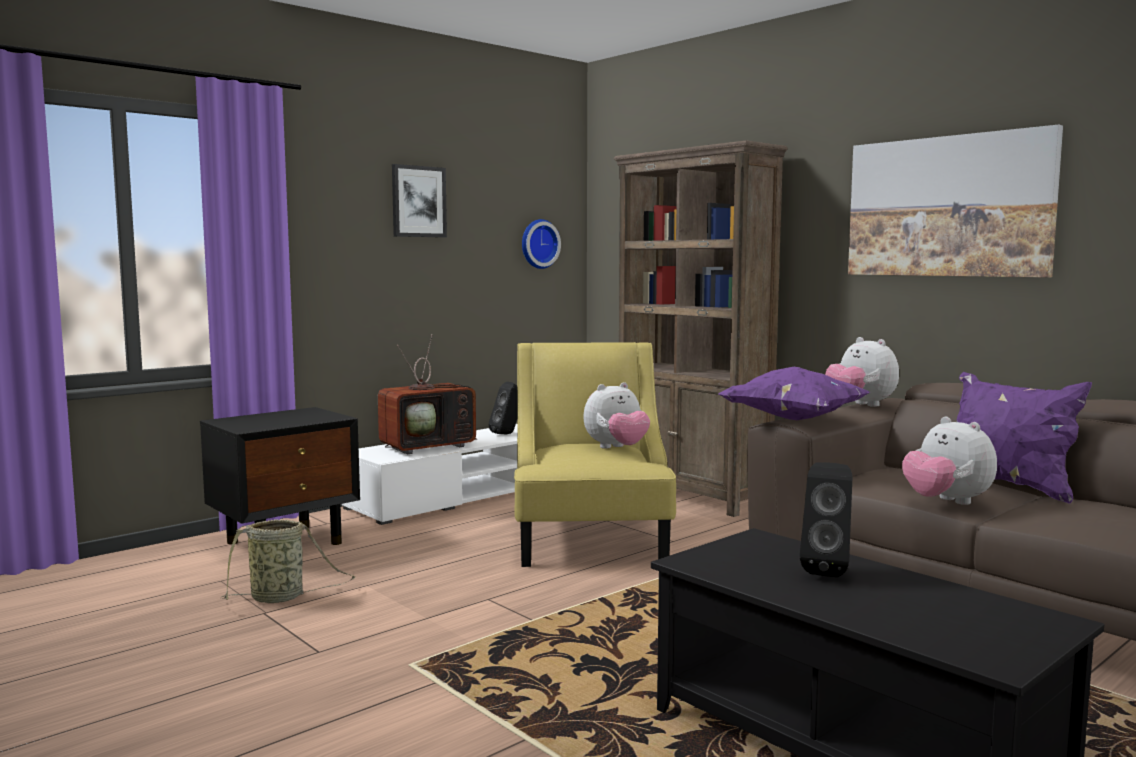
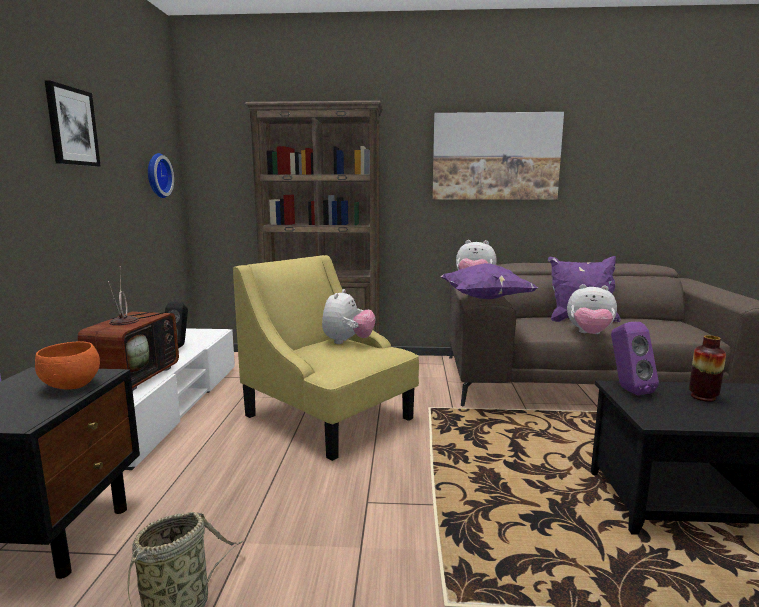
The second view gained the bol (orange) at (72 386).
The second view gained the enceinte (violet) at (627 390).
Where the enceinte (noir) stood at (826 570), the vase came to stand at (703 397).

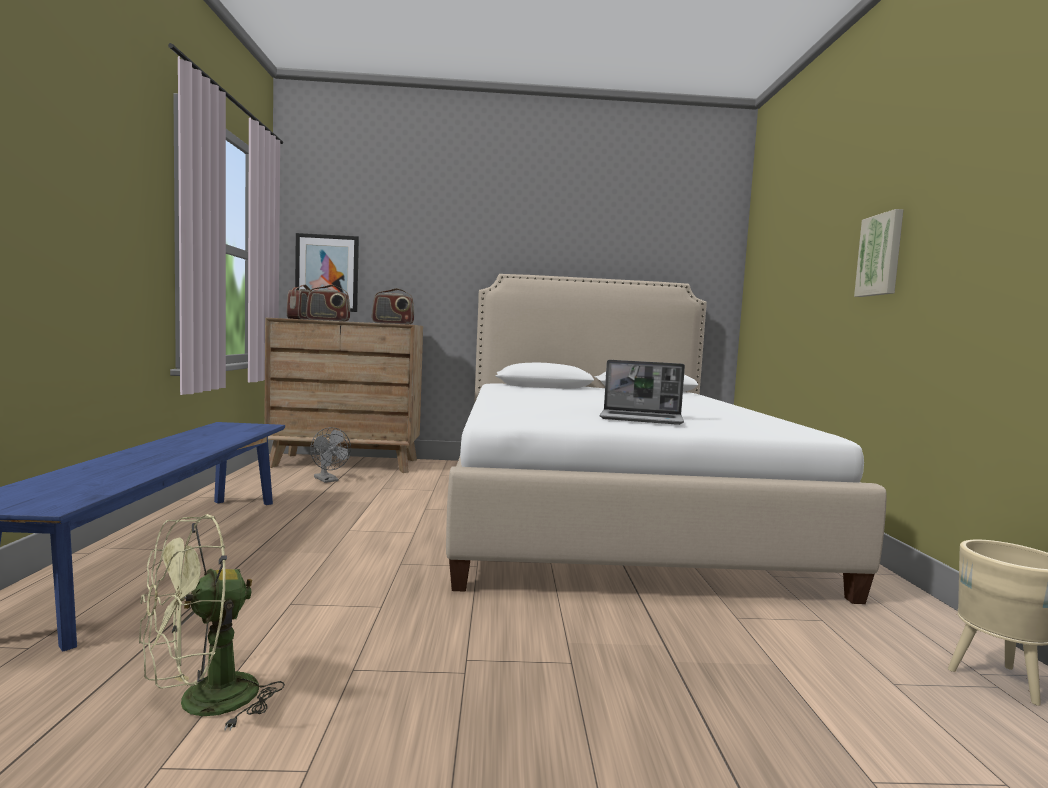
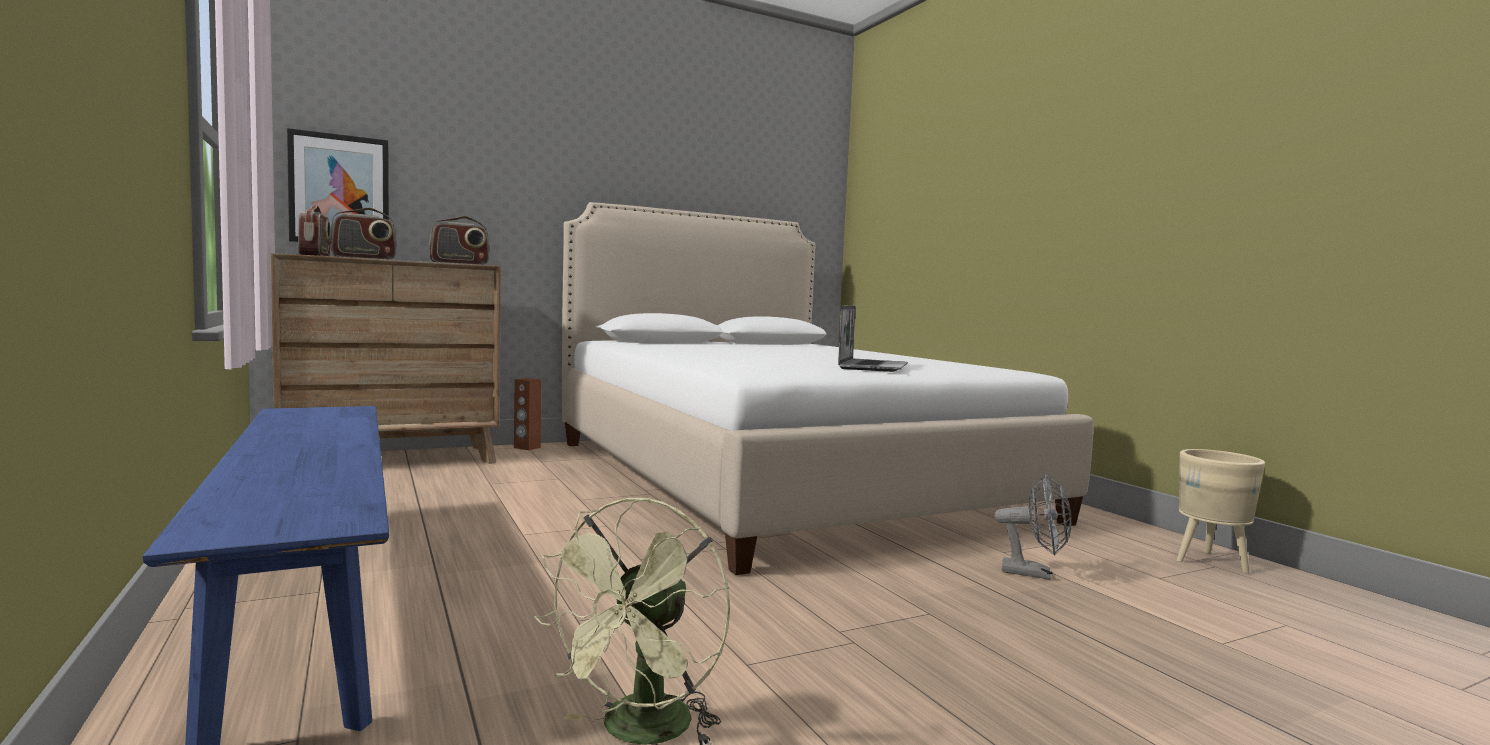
The second view gained the enceinte (marron) at (527 447).
The ordinateur portable at (642 419) ended up facing another way, 60 degrees counterclockwise from before.
The ventilateur (gris) ended up elsewhere, having gone from (328 480) to (1034 573).
The second view lost the tableau at (881 255).

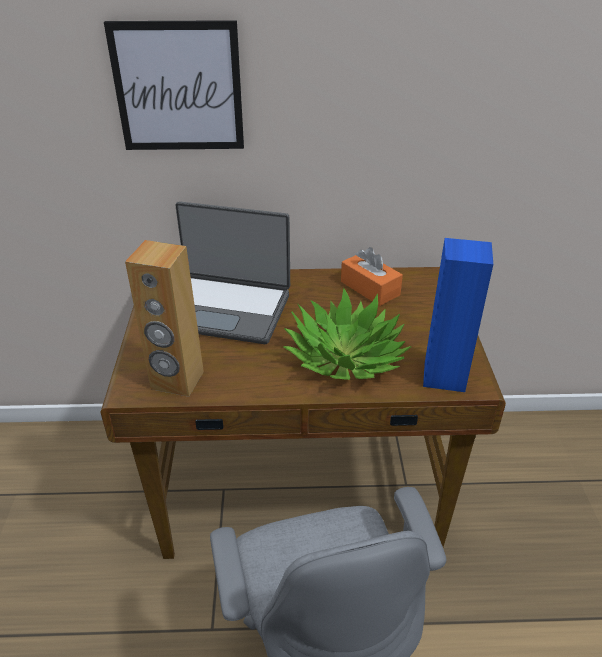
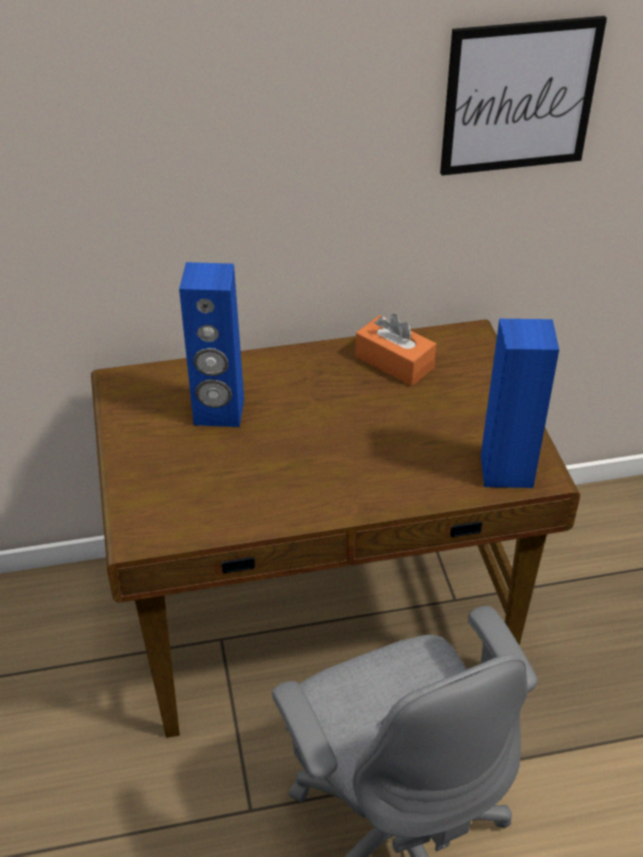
Where the ordinateur portable stood at (225 309), the enceinte (bleu) came to stand at (219 412).
The tableau ended up elsewhere, having gone from (178 88) to (519 97).
The second view lost the enceinte (marron) at (177 381).
The second view lost the plante en pot at (345 357).

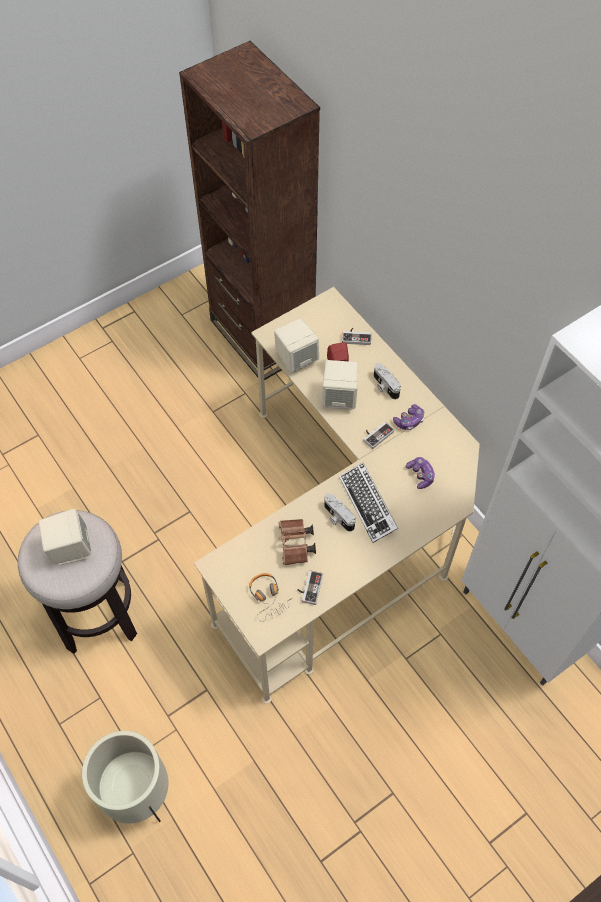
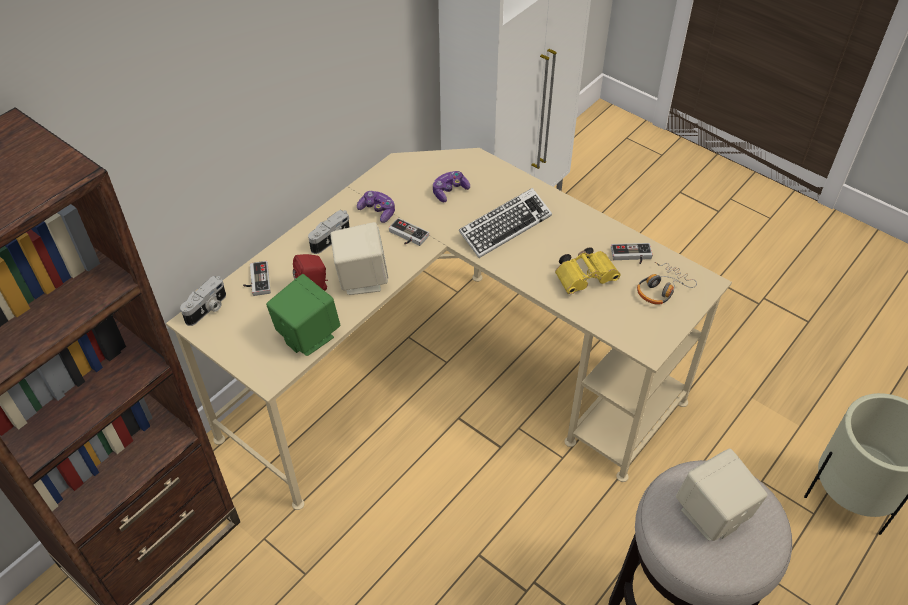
The appareil photo ended up elsewhere, having gone from (337 517) to (208 309).
What was the enceinte (beige) at (296 359) turned into the enceinte (vert) at (307 336).
What was the jumelles (marron) at (296 546) turned into the jumelles (jaune) at (586 278).

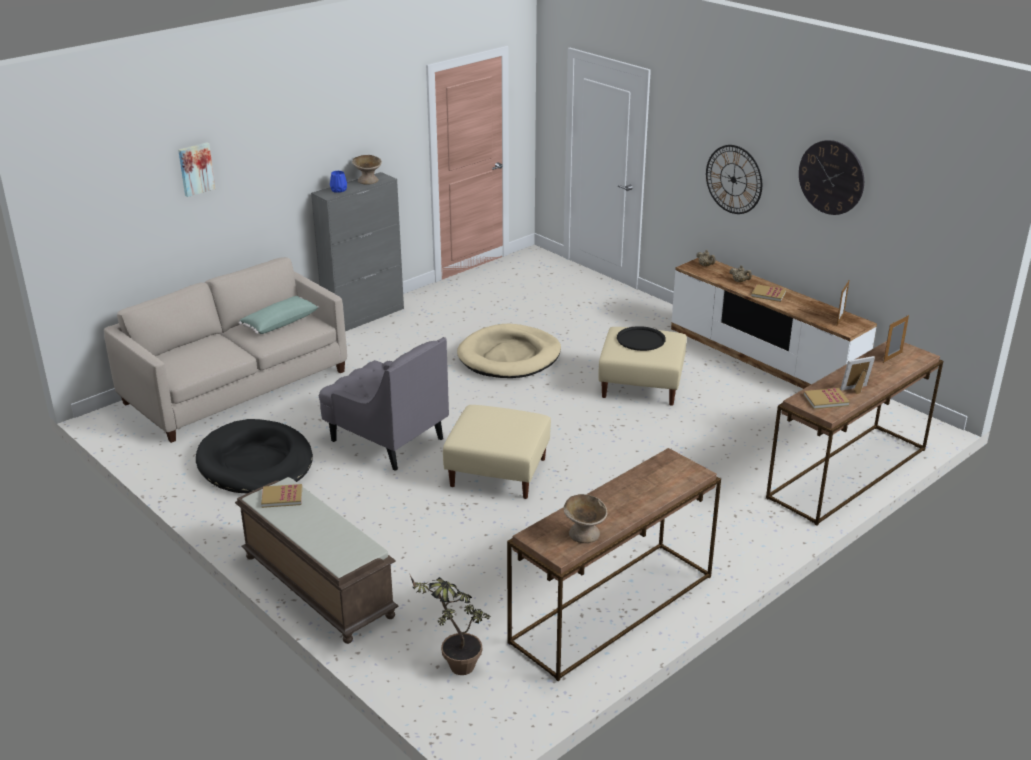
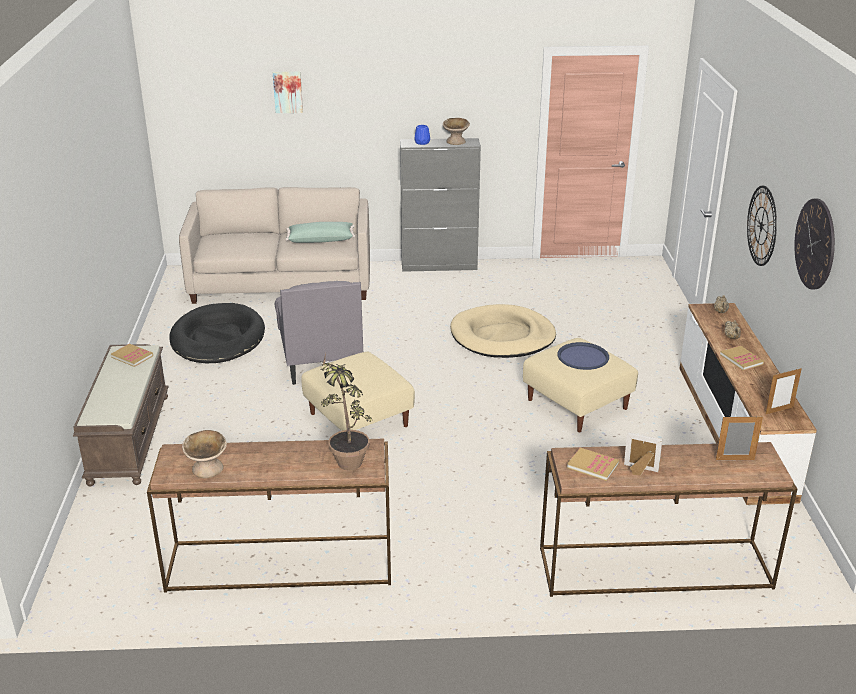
The plante en pot ended up elsewhere, having gone from (453 664) to (346 458).
What was the plateau (noir) at (641 339) turned into the plateau (bleu) at (583 357).

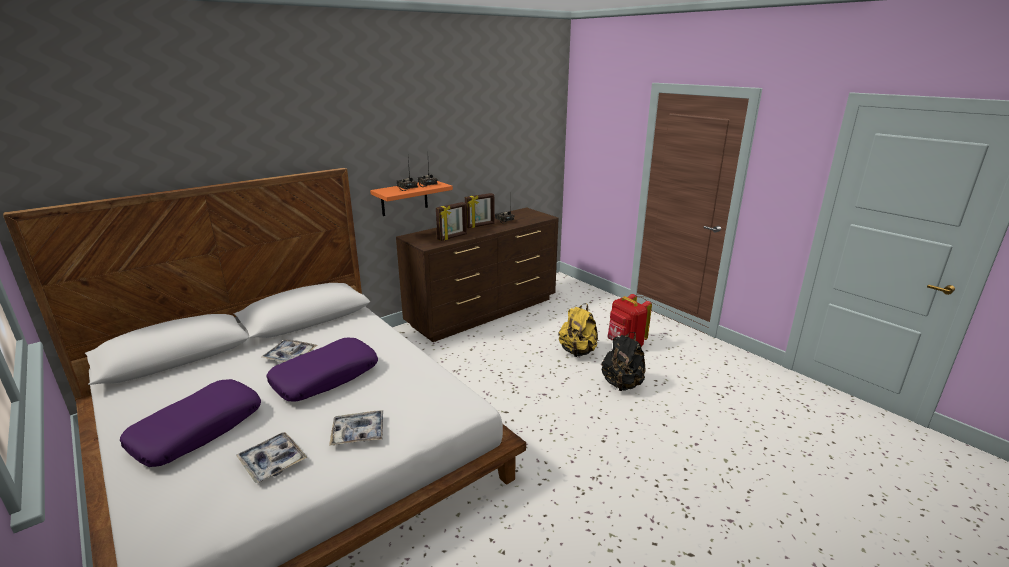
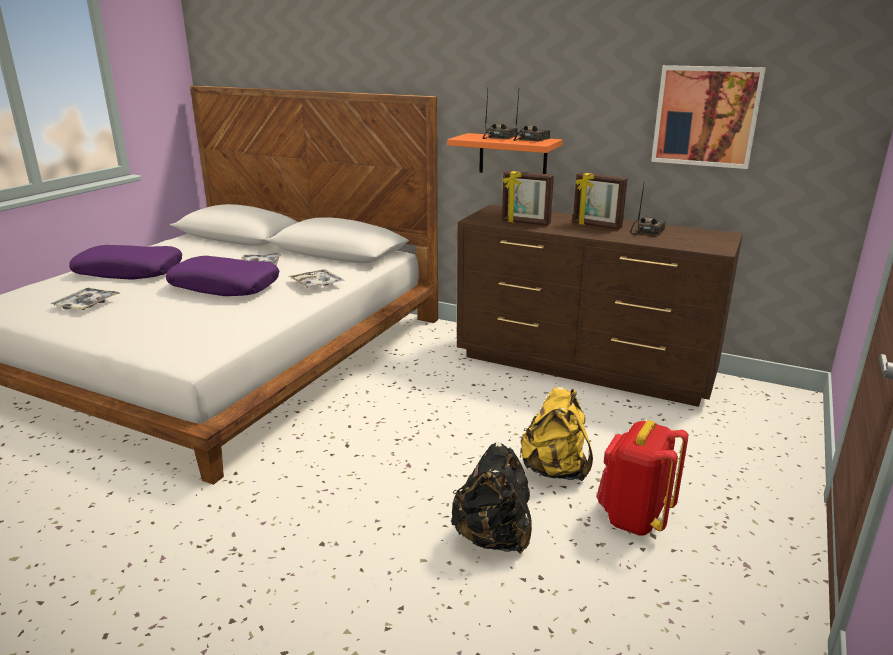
The plateau ended up elsewhere, having gone from (358 433) to (316 284).
The second view gained the tableau at (706 116).

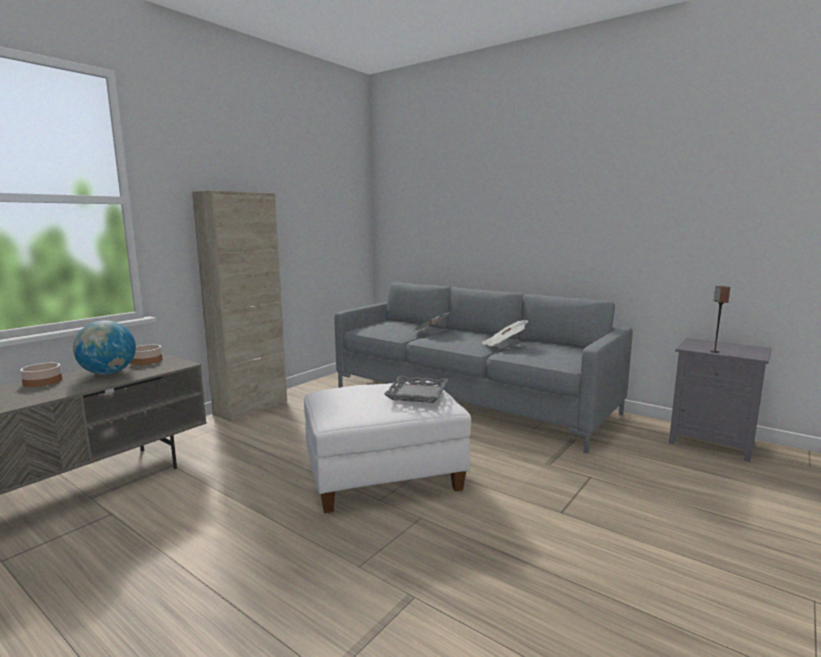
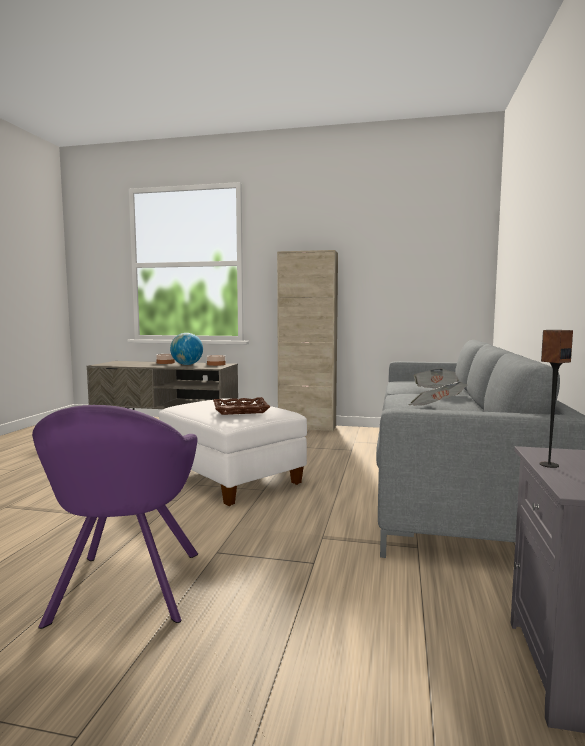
The second view gained the fauteuil (violet) at (125 591).
What was the plateau (gris) at (416 393) turned into the plateau (marron) at (240 410).

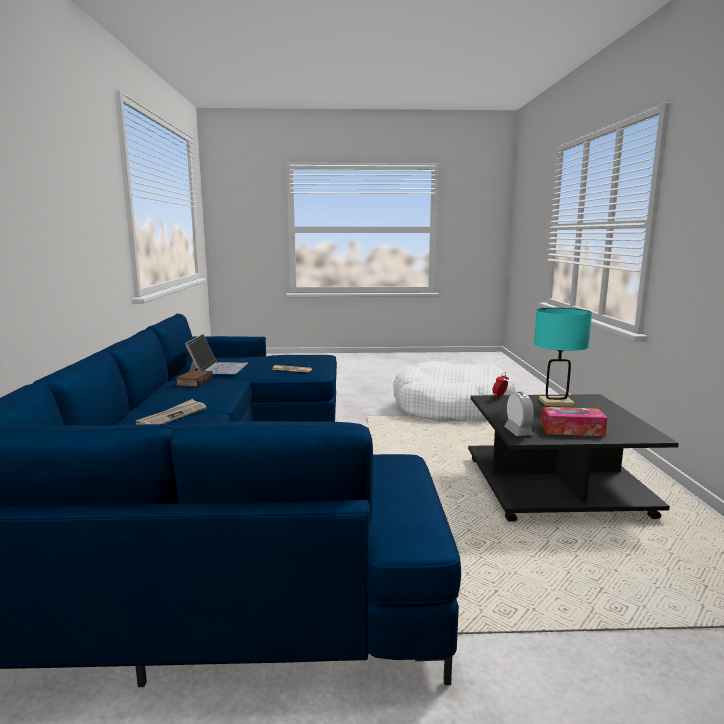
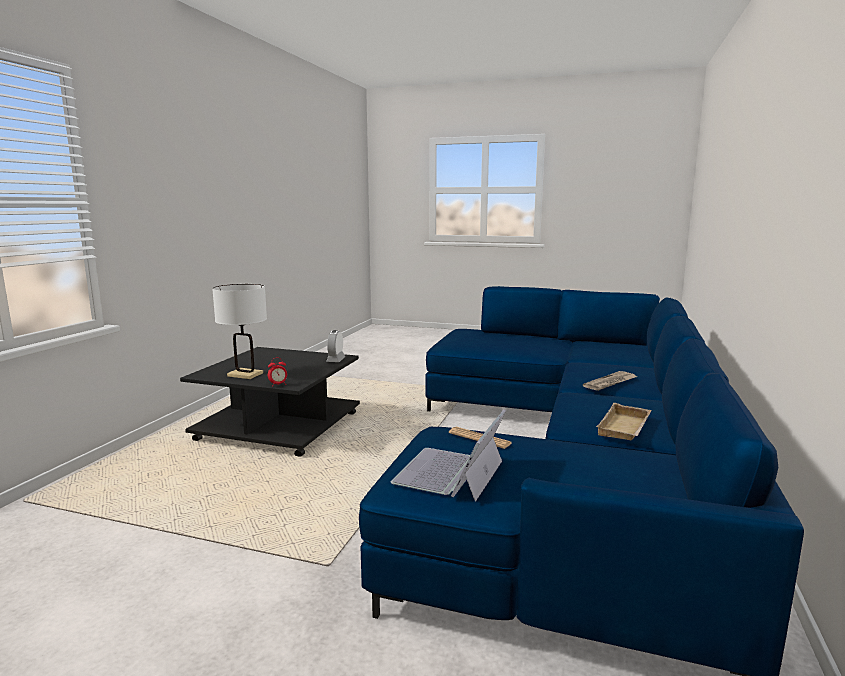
What was the lampe de table (turquoise) at (556 402) turned into the lampe de table (blanc) at (245 374).
The ordinateur portable ended up elsewhere, having gone from (218 368) to (450 473).
Where the livre stood at (194 382), the plateau (beige) came to stand at (625 428).
The second view lost the panier pour chien (blanc) at (452 407).
The second view lost the boîte à mouchoirs at (572 430).

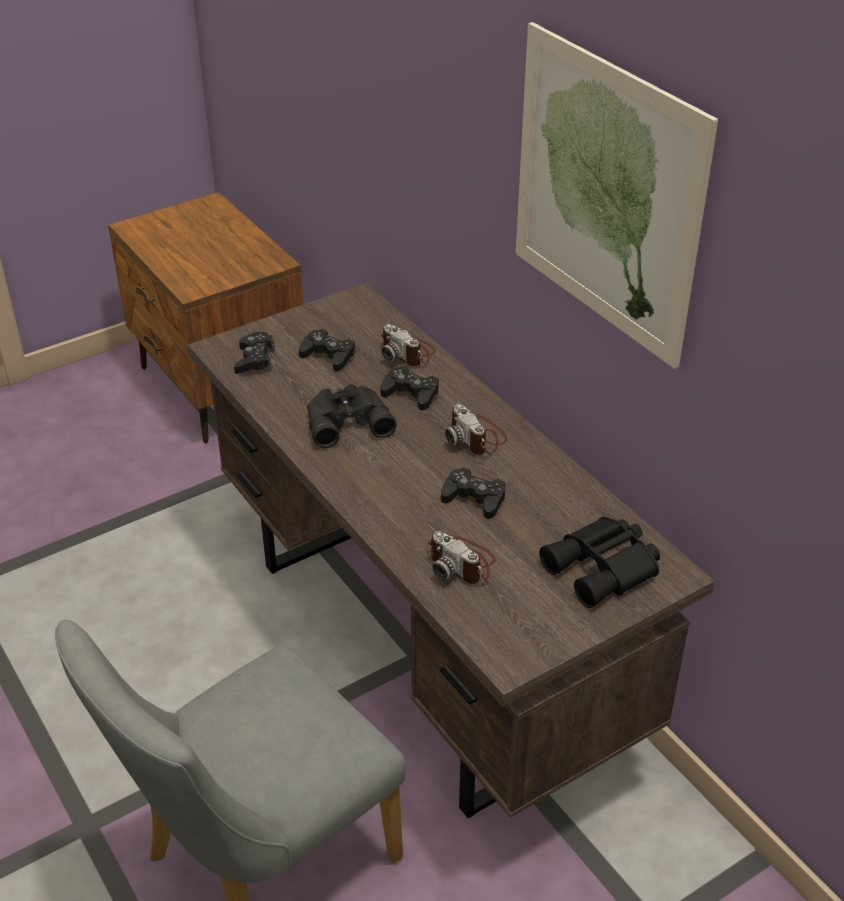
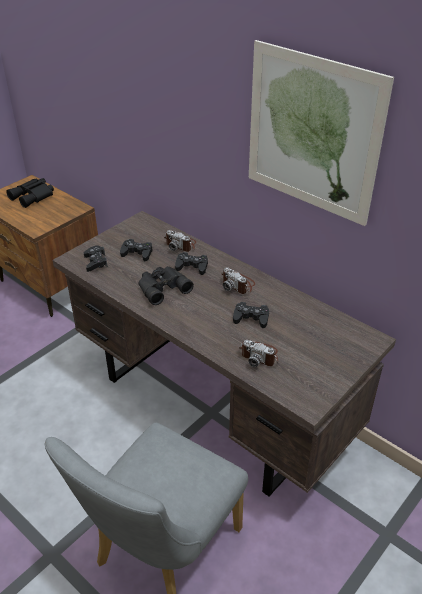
The jumelles (noir) ended up elsewhere, having gone from (604 569) to (33 196).

